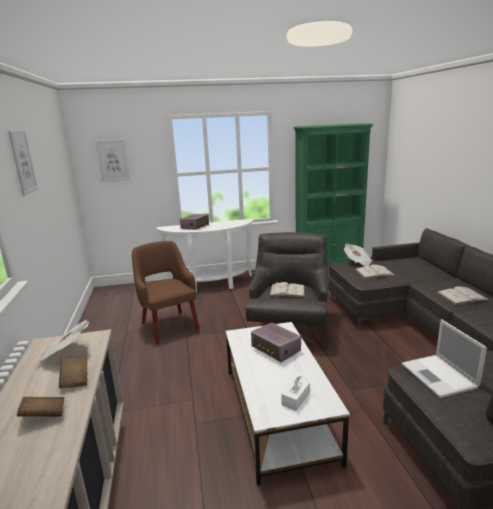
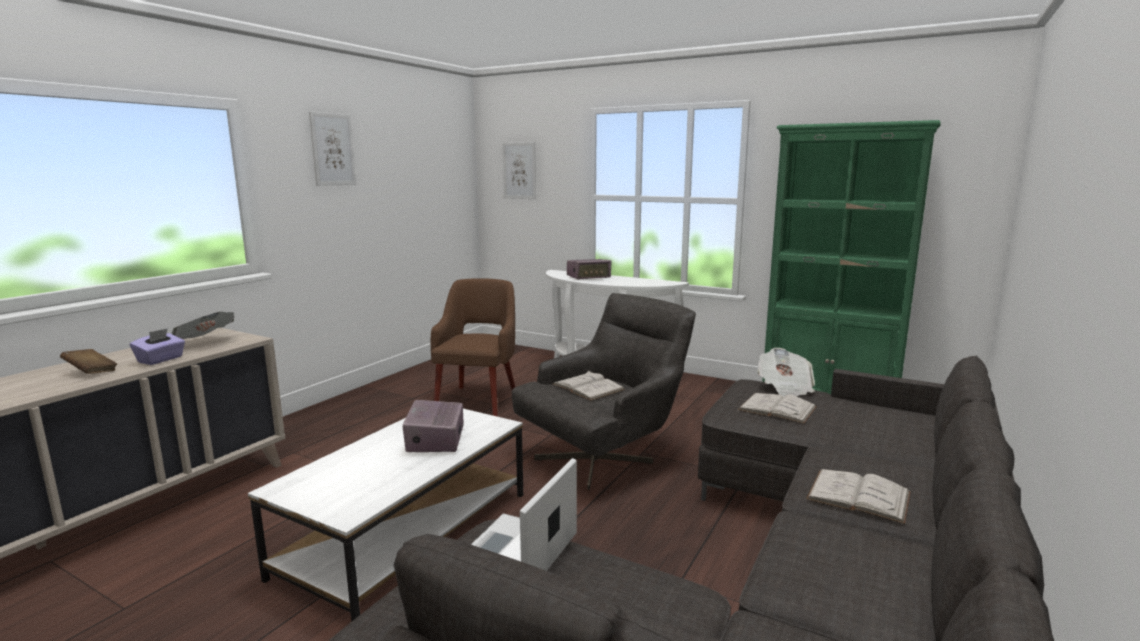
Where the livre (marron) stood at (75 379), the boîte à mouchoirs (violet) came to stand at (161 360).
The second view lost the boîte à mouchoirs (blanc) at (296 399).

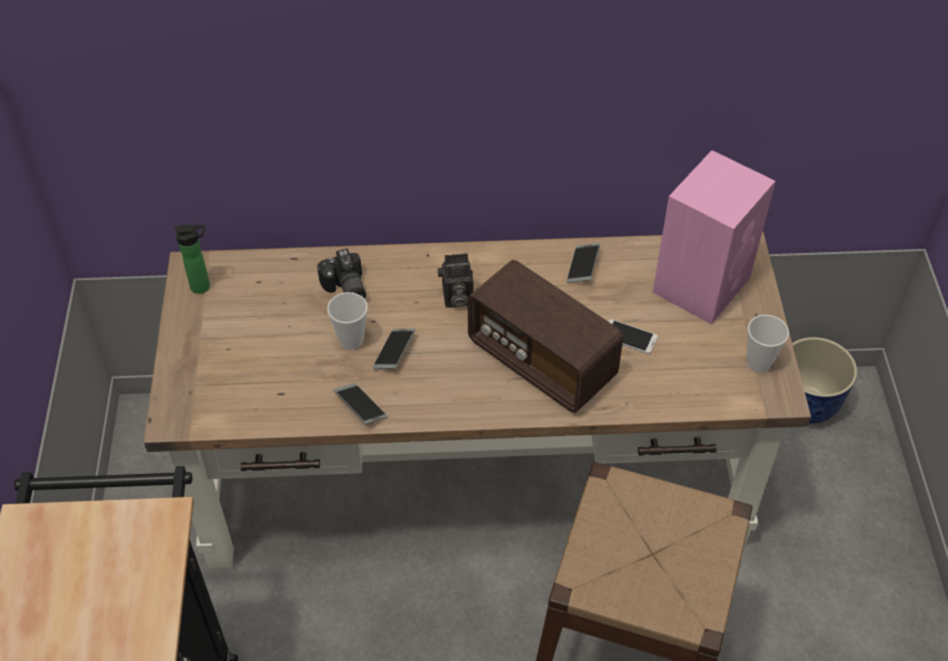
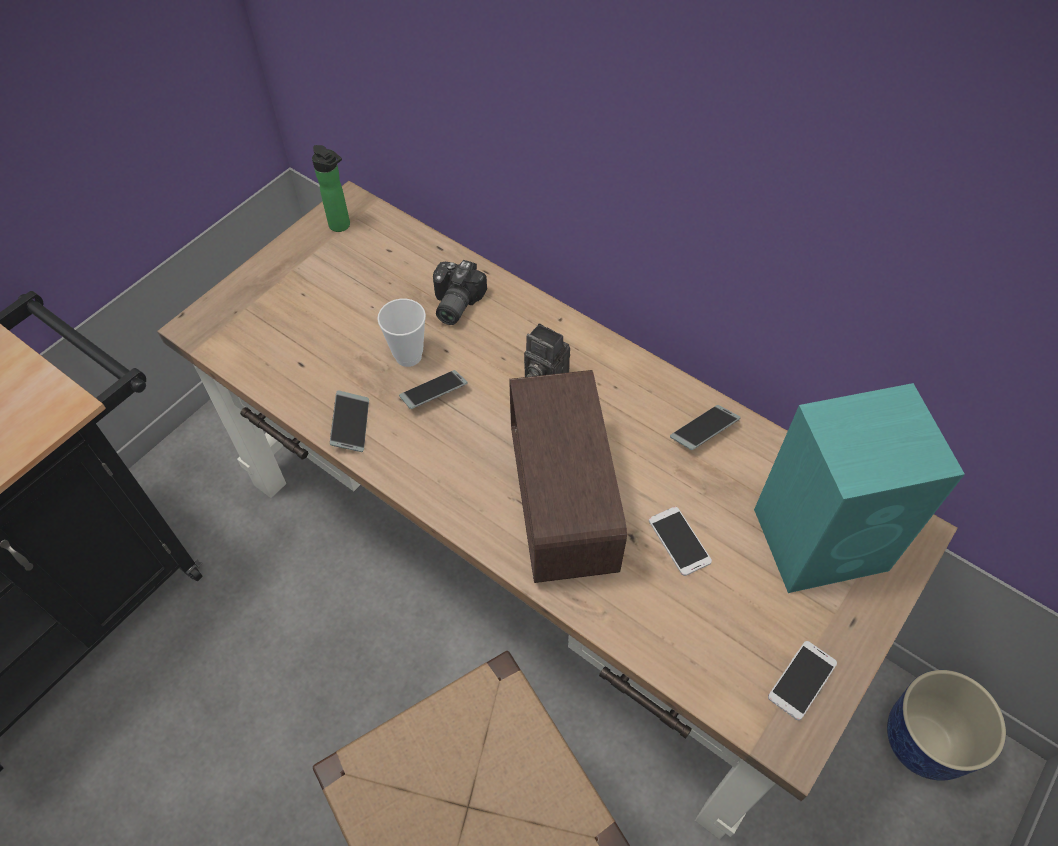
What was the enceinte (rose) at (703 283) turned into the enceinte (turquoise) at (823 539).
Where the tasse stood at (758 363), the téléphone came to stand at (802 680).

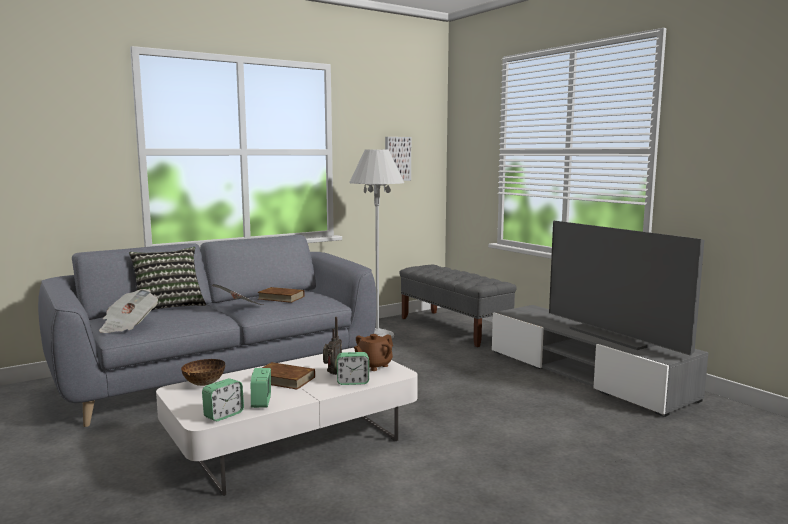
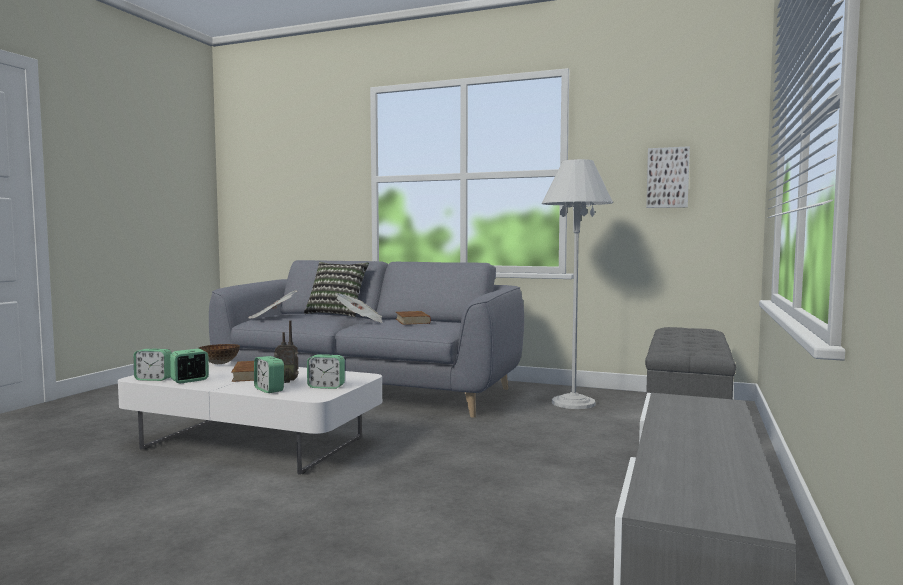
Where the théière (marron) stood at (373 366), the réveil came to stand at (326 386).
The second view lost the téléviseur at (616 336).

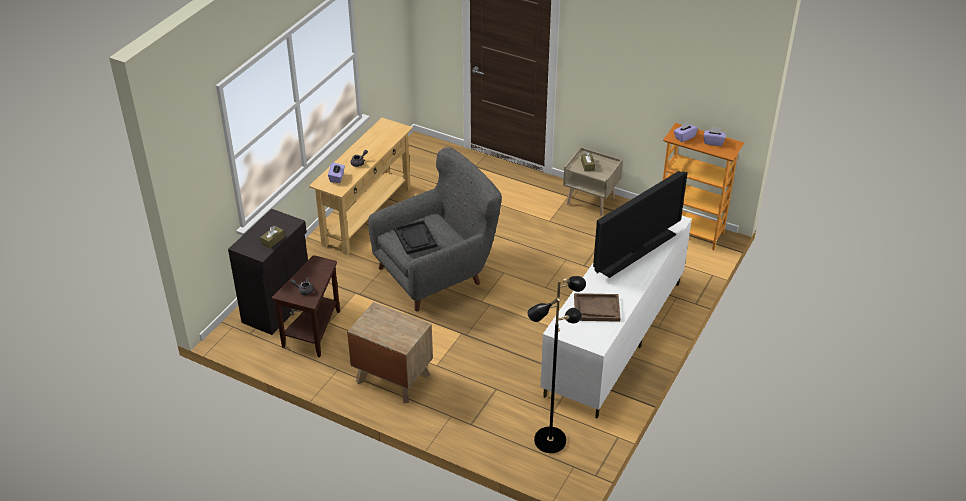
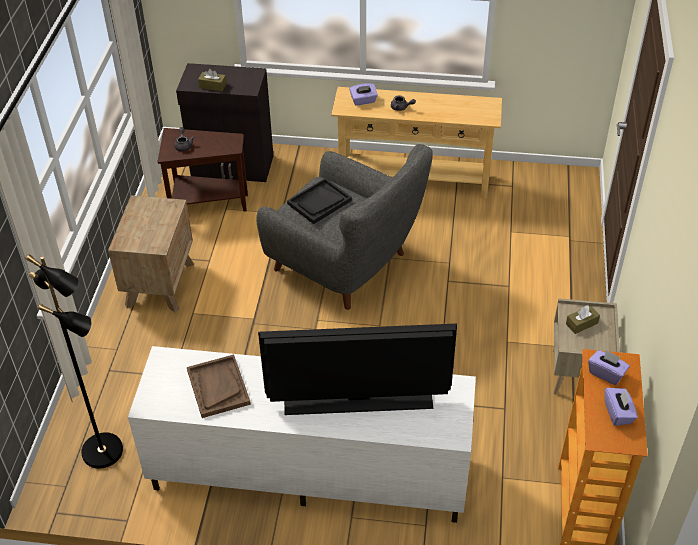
The téléviseur at (636 252) ended up facing another way, 150 degrees clockwise from before.

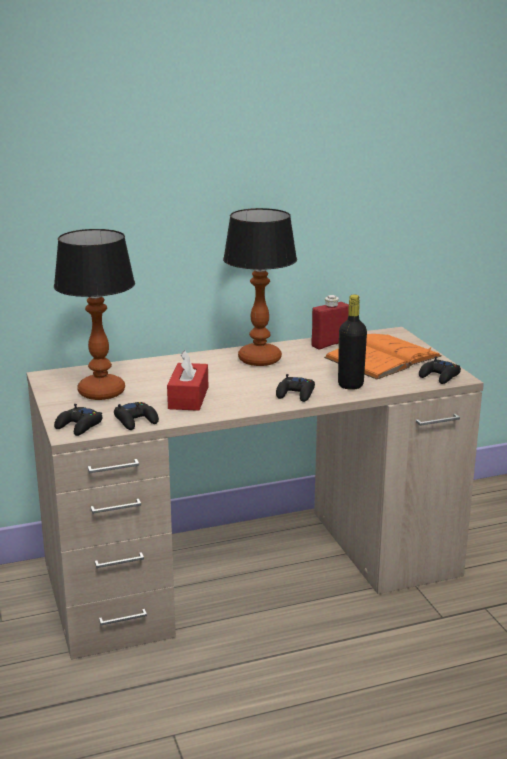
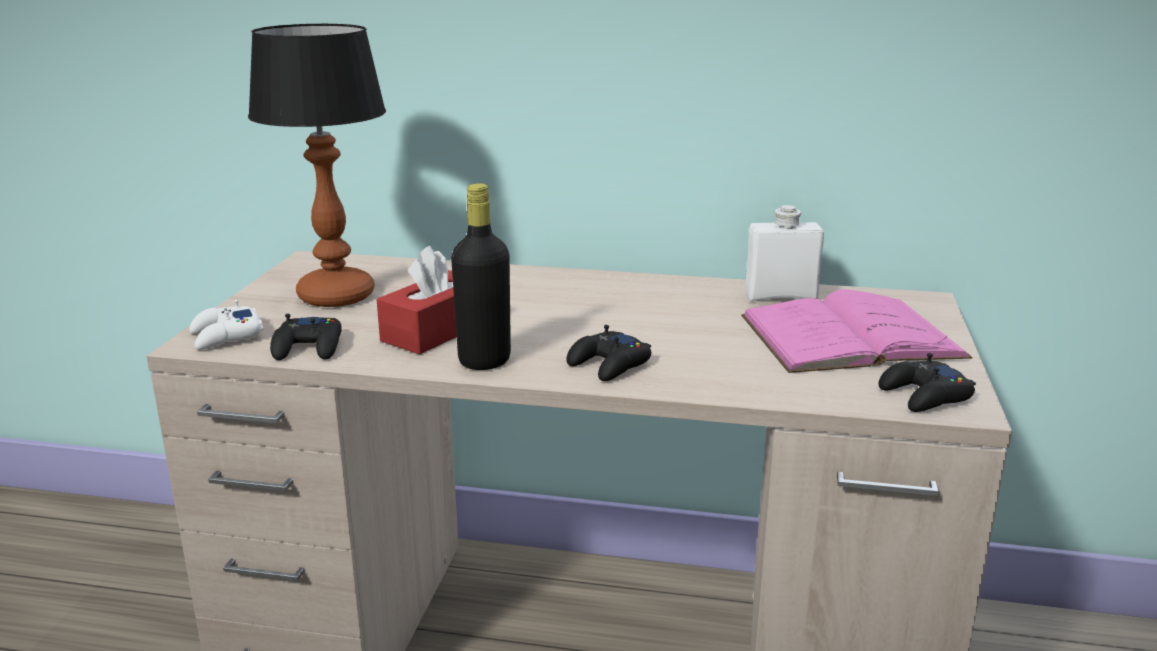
What was the manette (noir) at (79 426) turned into the manette (blanc) at (226 336).
The bouteille (noir) ended up elsewhere, having gone from (350 385) to (484 361).
What was the livre (orange) at (383 357) turned into the livre (rose) at (850 336).
What was the bouteille (rouge) at (330 344) turned into the bouteille (blanc) at (780 296).
The second view lost the lampe de table at (260 359).

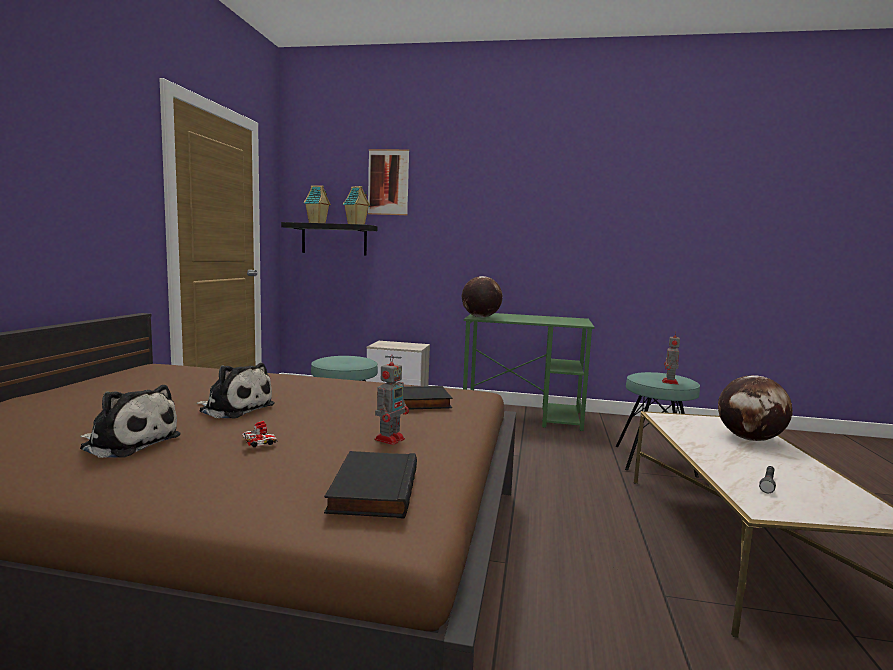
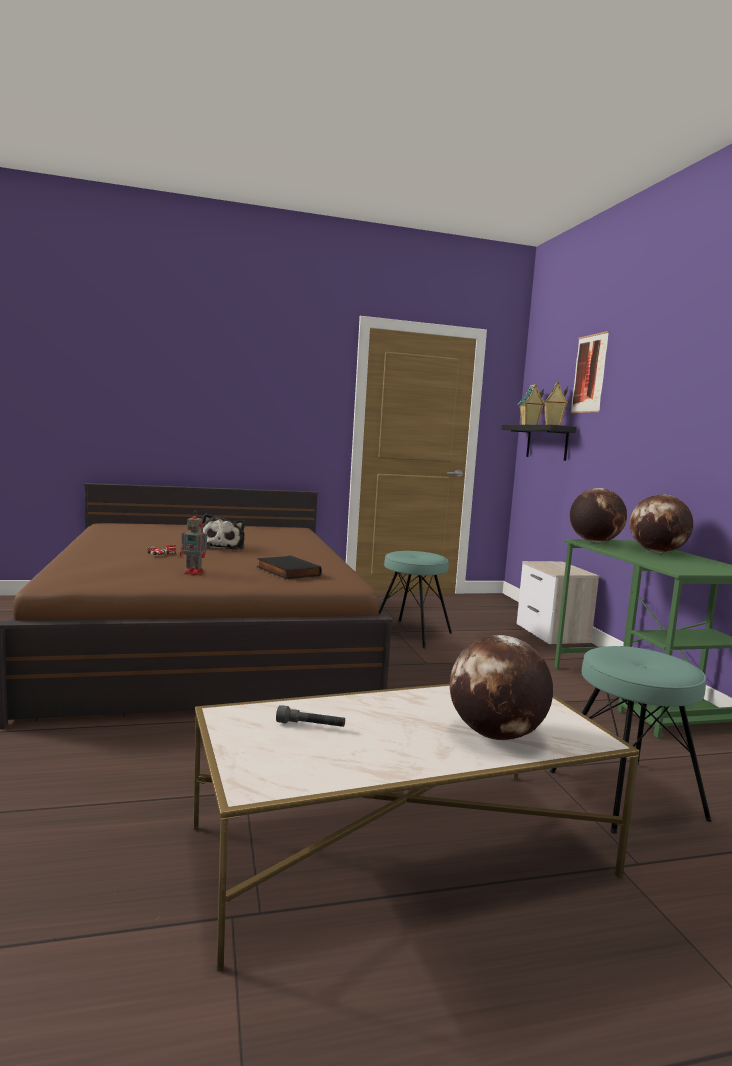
The second view gained the globe at (657 552).
The second view lost the peluche at (128 442).
The second view lost the livre (noir) at (371 489).
The second view lost the robot jouet at (670 382).

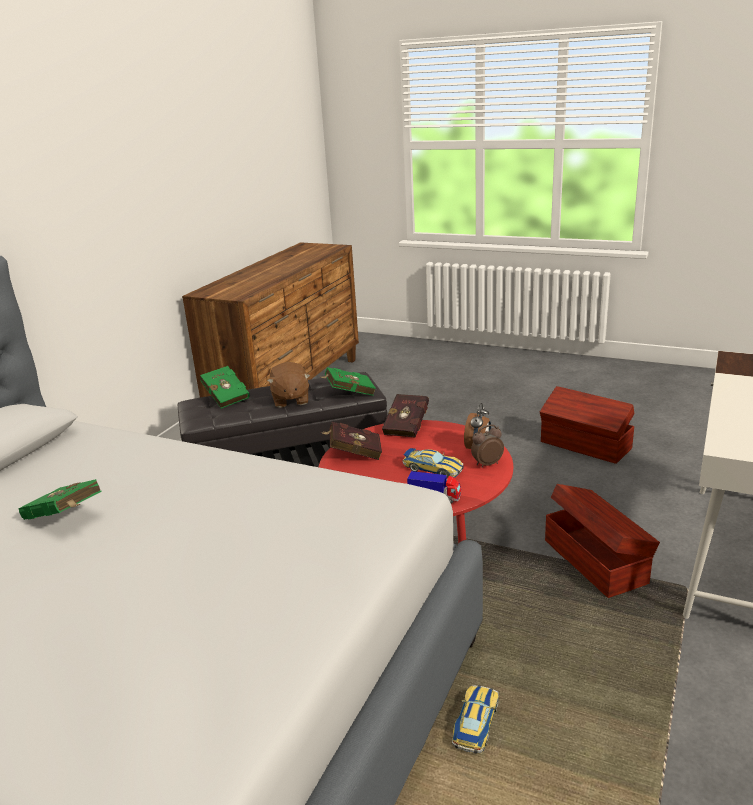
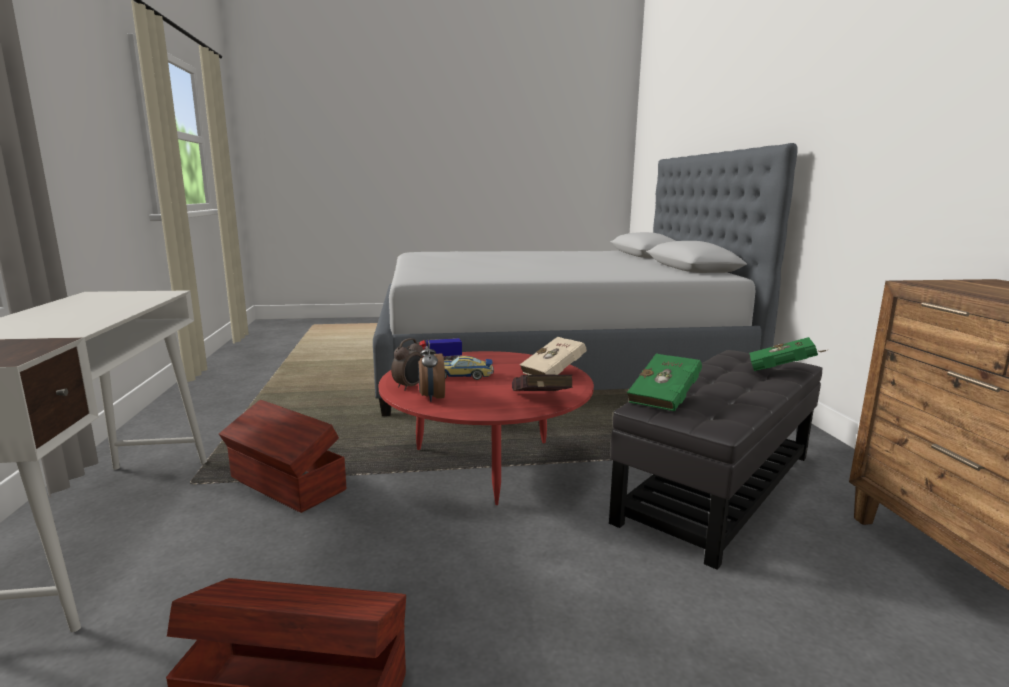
What was the livre (rouge) at (353 453) turned into the livre (beige) at (555 373).
The second view lost the livre (vert) at (65 518).
The second view lost the peluche (marron) at (290 400).
The second view lost the petite voiture at (476 723).

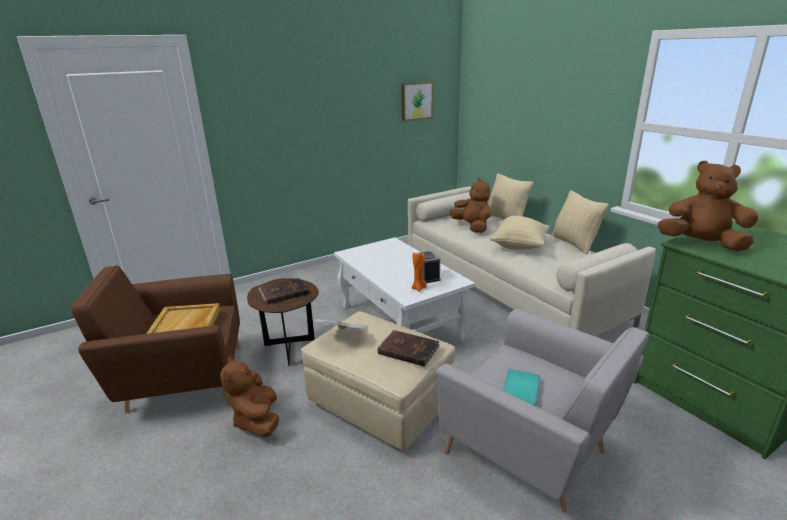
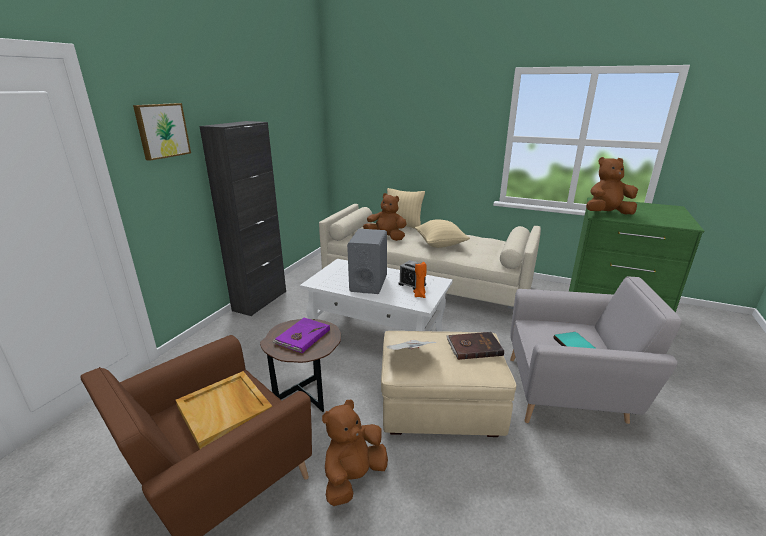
The tableau ended up elsewhere, having gone from (416 101) to (162 130).
The second view gained the meuble de rangement (noir) at (260 301).
What was the livre (marron) at (283 292) turned into the livre (violet) at (302 337).
The peluche (marron) at (257 420) ended up facing another way, 90 degrees clockwise from before.
The second view gained the enceinte (gris) at (368 283).
The second view lost the coussin (beige) at (574 244).

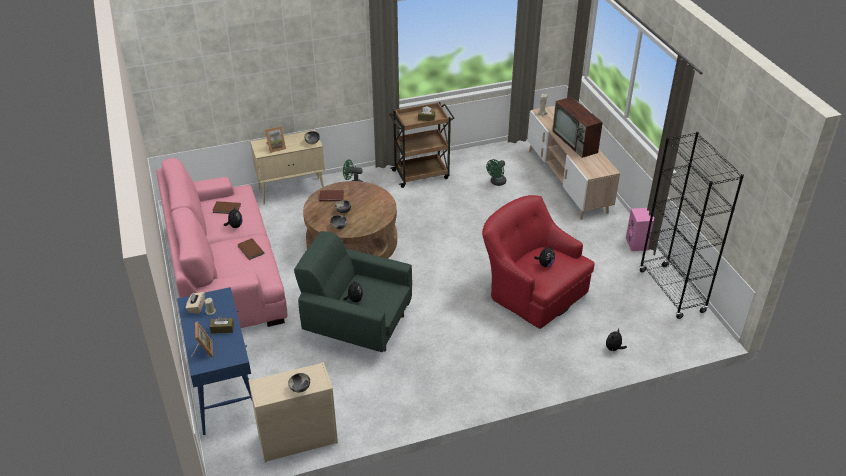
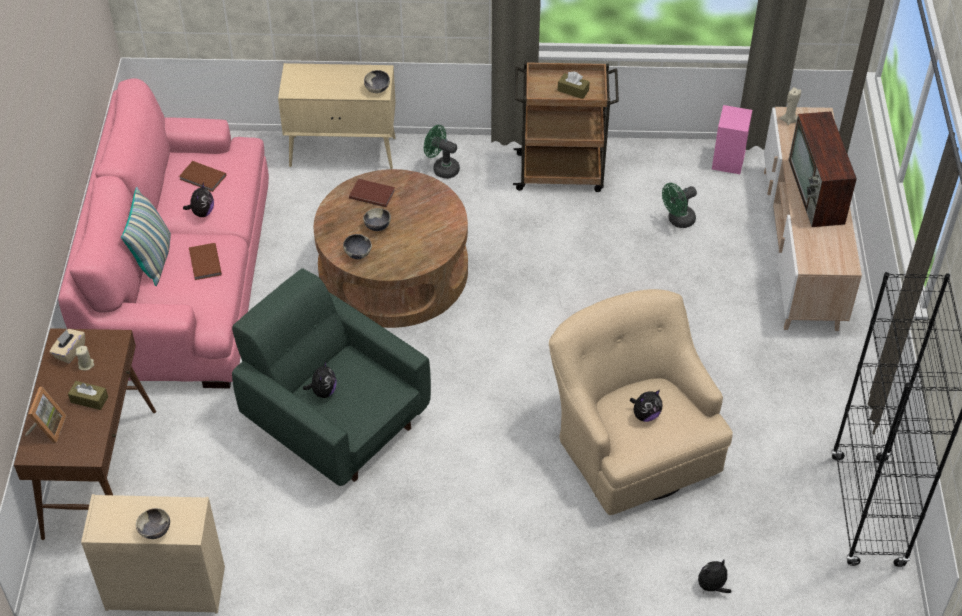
What was the table console (bleu) at (224 388) turned into the table console (marron) at (100 473).
The second view gained the coussin at (154 259).
What was the fauteuil (rouge) at (531 291) turned into the fauteuil (beige) at (632 443).
The enceinte (rose) ended up elsewhere, having gone from (638 244) to (729 161).
The second view lost the cadre photo at (276 147).

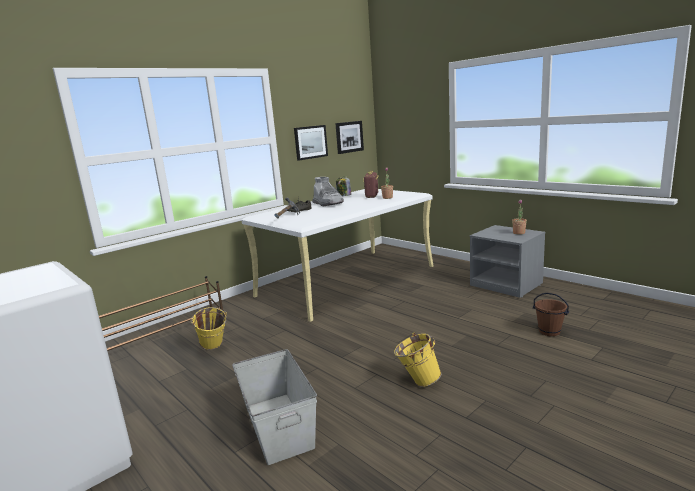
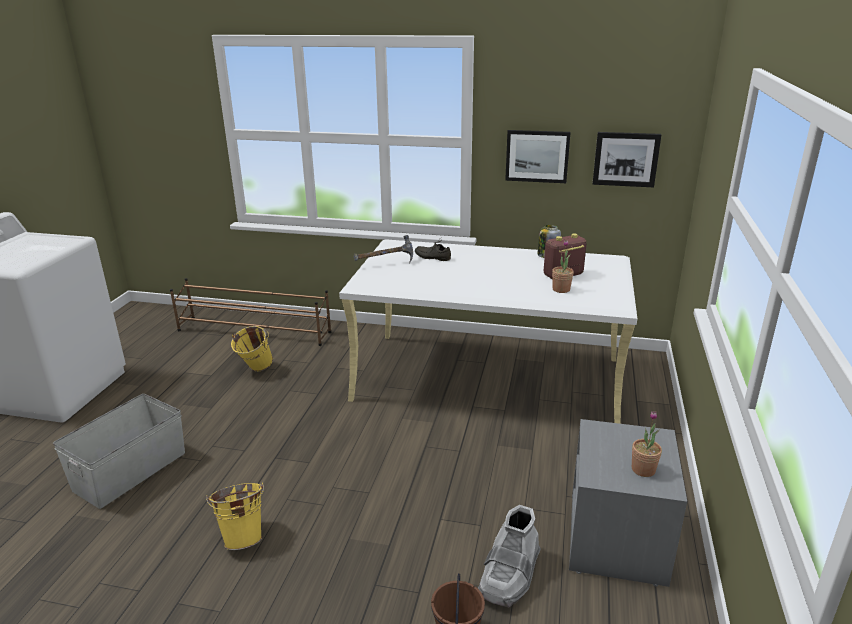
The botte (gris) ended up elsewhere, having gone from (328 204) to (510 575).

